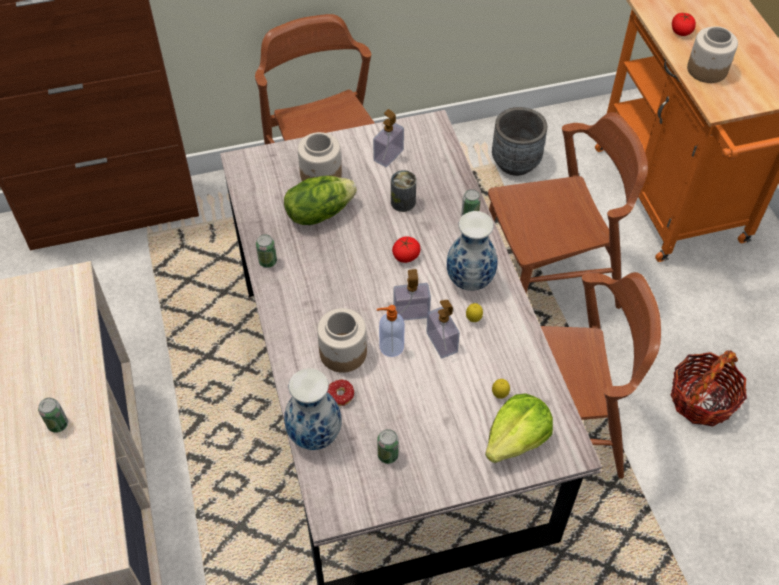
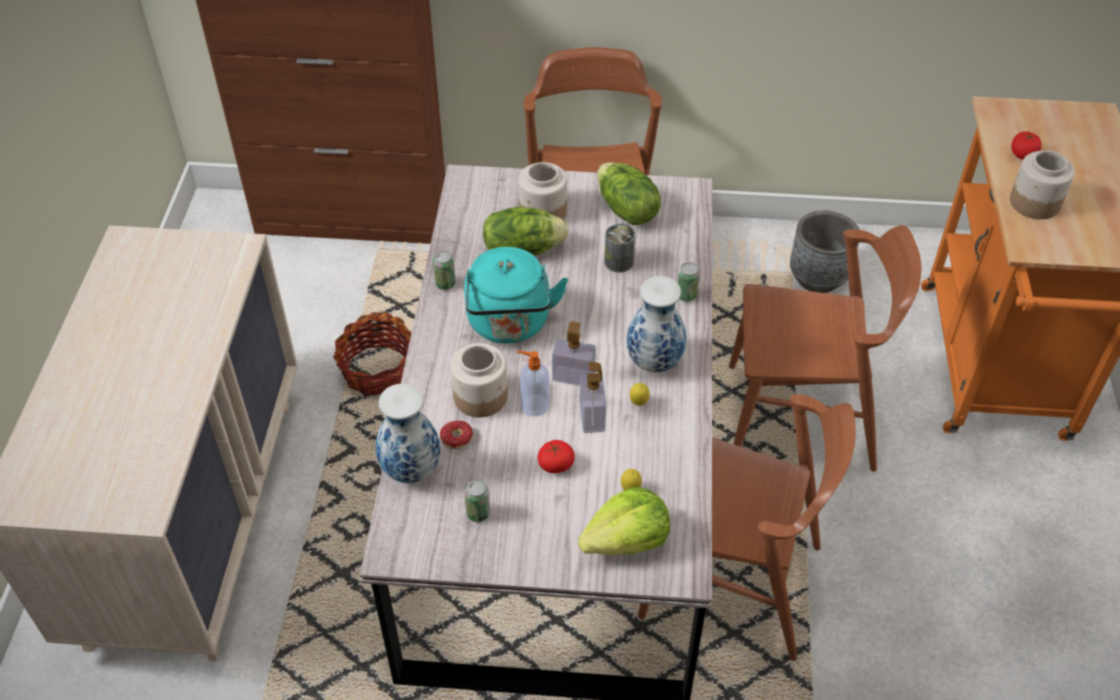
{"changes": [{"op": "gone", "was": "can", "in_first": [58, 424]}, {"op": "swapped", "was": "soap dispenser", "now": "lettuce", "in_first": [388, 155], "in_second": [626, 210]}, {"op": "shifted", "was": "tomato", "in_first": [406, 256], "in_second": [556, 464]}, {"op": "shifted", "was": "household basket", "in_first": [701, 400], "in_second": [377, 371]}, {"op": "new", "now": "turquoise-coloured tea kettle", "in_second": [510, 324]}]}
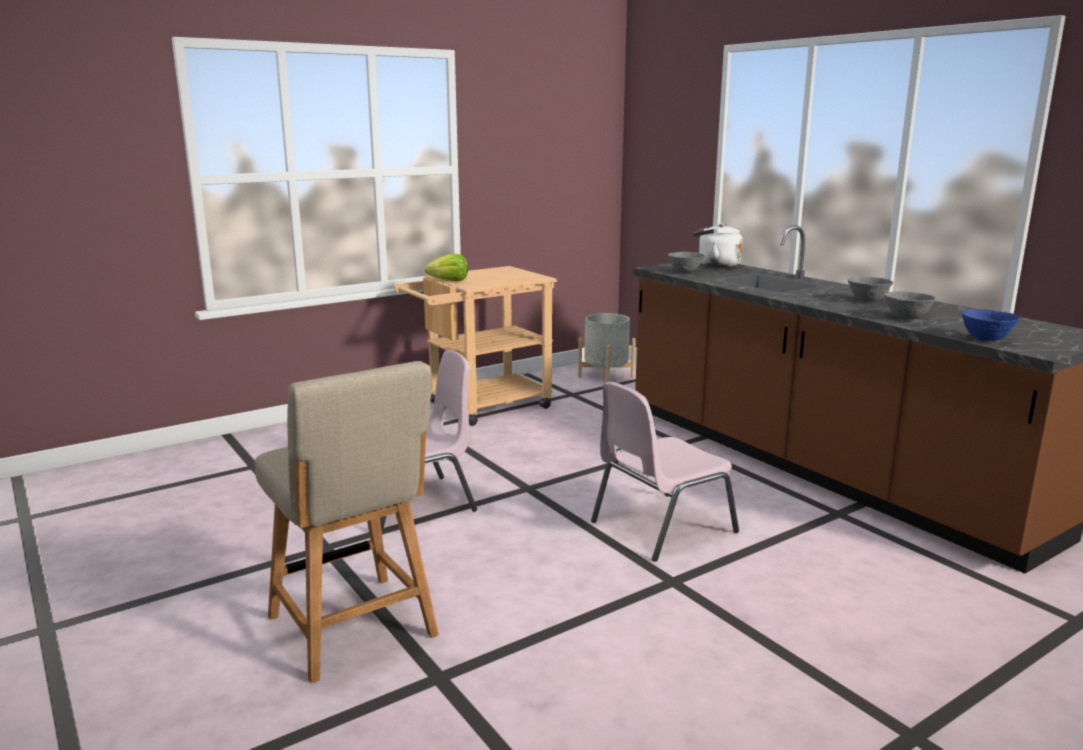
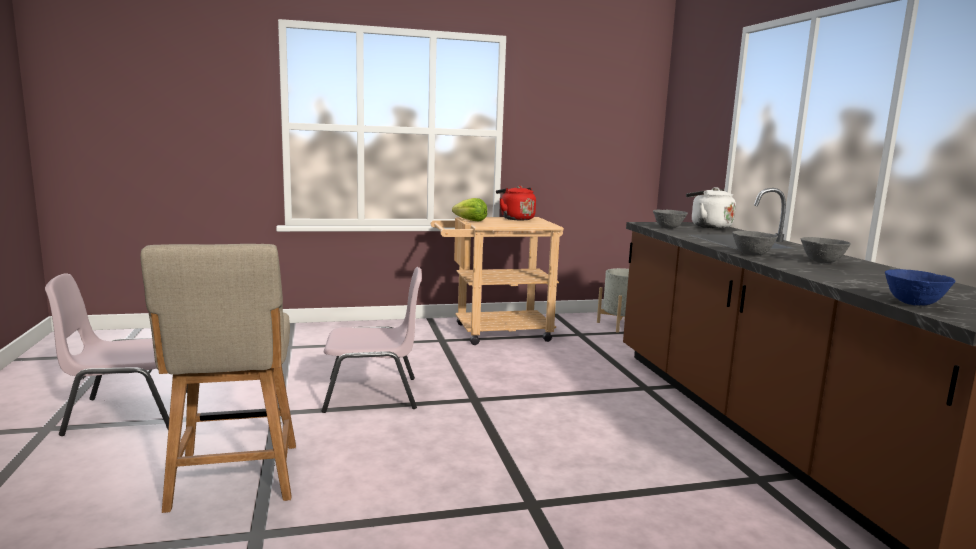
{"changes": [{"op": "shifted", "was": "pink chair", "in_first": [660, 527], "in_second": [127, 413]}, {"op": "shifted", "was": "grey bowl", "in_first": [906, 318], "in_second": [752, 254]}, {"op": "new", "now": "reddish tea kettle", "in_second": [515, 218]}]}
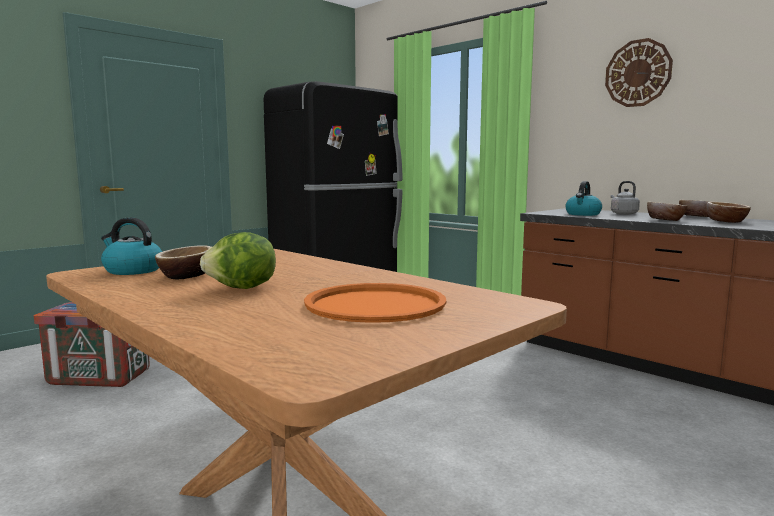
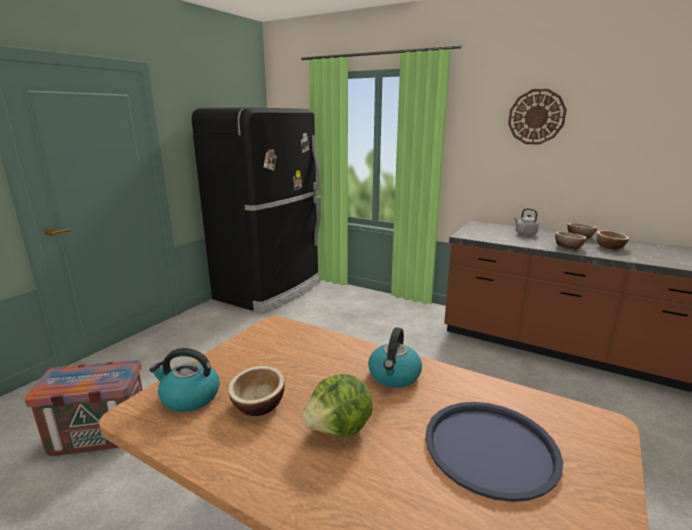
{"changes": [{"op": "repainted", "was": "orangey serving tray", "now": "blue serving tray", "in_first": [375, 304], "in_second": [490, 448]}, {"op": "shifted", "was": "tea kettle", "in_first": [583, 214], "in_second": [394, 376]}]}
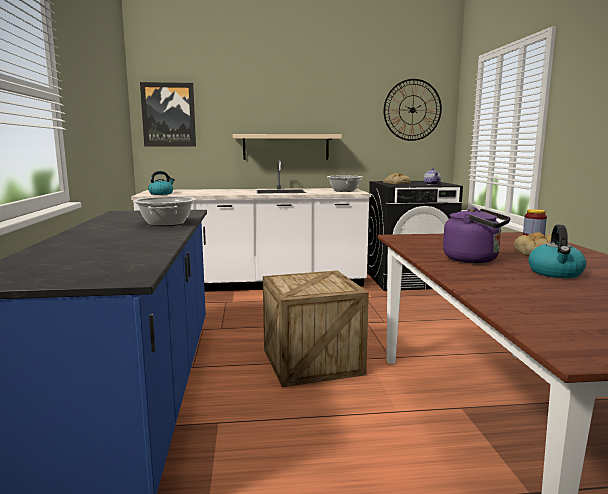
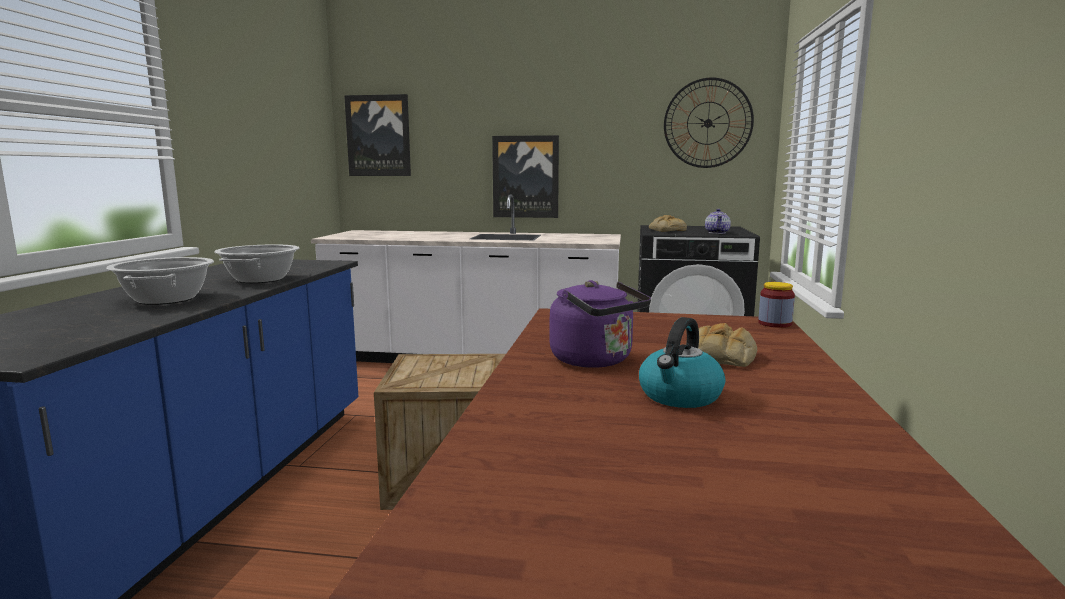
{"changes": [{"op": "gone", "was": "tea kettle", "in_first": [161, 194]}, {"op": "swapped", "was": "beige bracket shelf", "now": "wall art", "in_first": [286, 147], "in_second": [525, 177]}, {"op": "shifted", "was": "saucepot", "in_first": [344, 191], "in_second": [166, 299]}]}
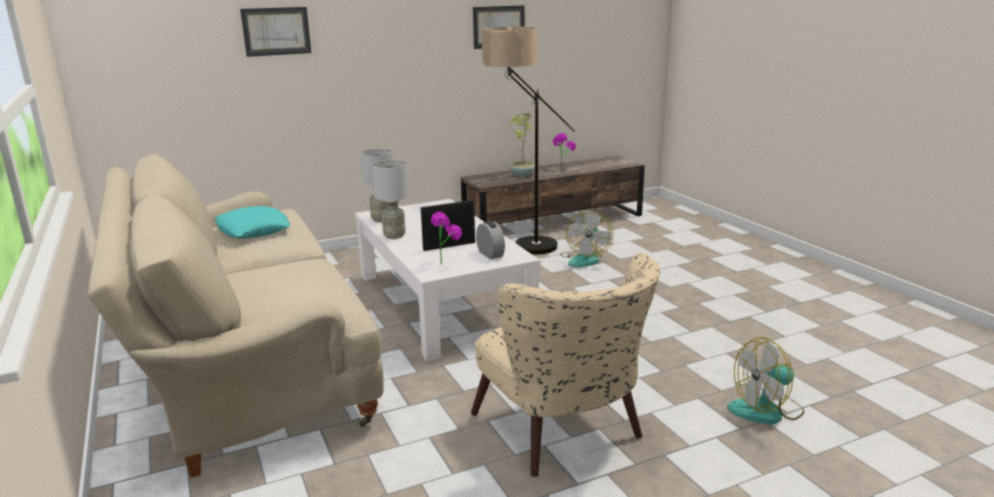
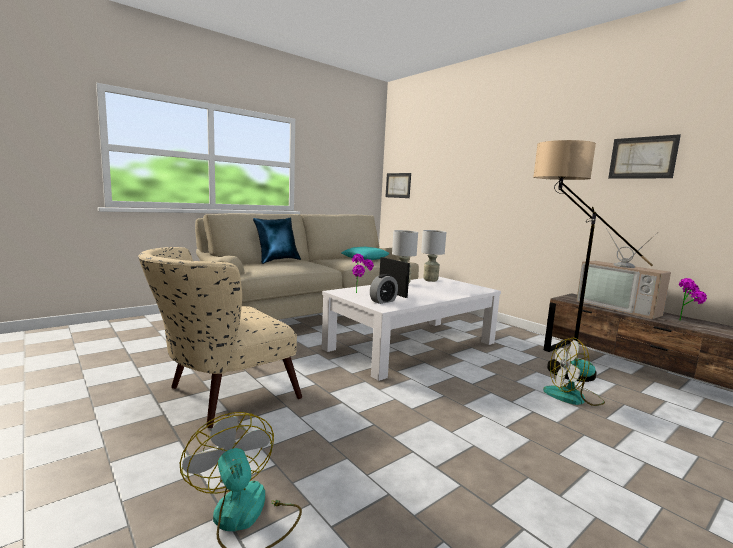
{"changes": [{"op": "shifted", "was": "wall art", "in_first": [276, 31], "in_second": [398, 185]}, {"op": "swapped", "was": "plant in a pot", "now": "television", "in_first": [521, 175], "in_second": [620, 308]}, {"op": "new", "now": "blue throw pillow", "in_second": [277, 260]}]}
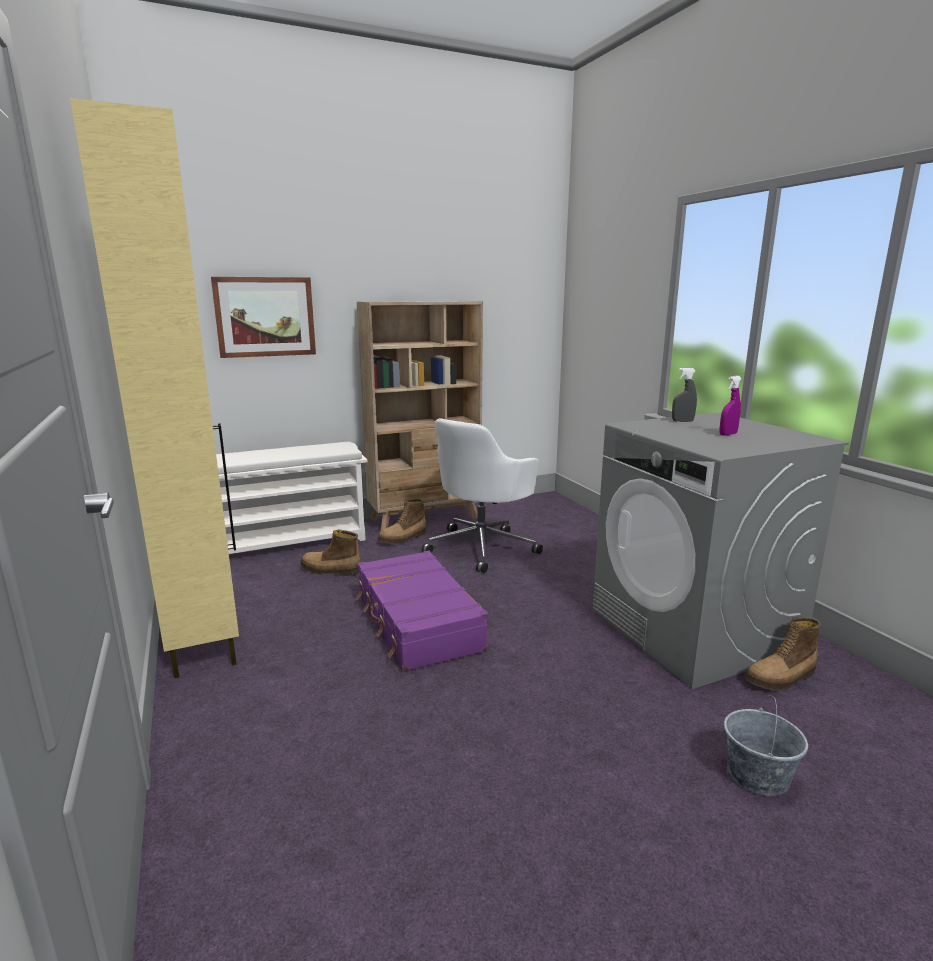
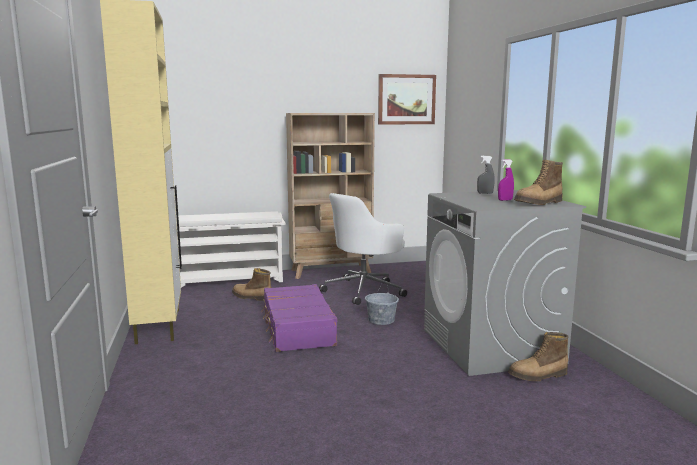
{"changes": [{"op": "shifted", "was": "wall art", "in_first": [265, 317], "in_second": [406, 99]}, {"op": "shifted", "was": "boot", "in_first": [403, 538], "in_second": [539, 203]}, {"op": "shifted", "was": "grey bucket", "in_first": [757, 774], "in_second": [381, 320]}]}
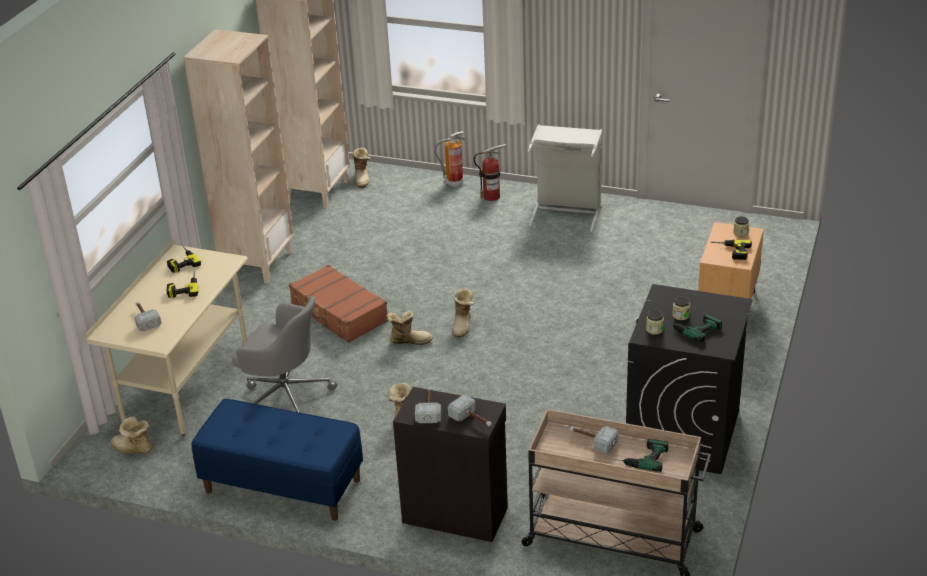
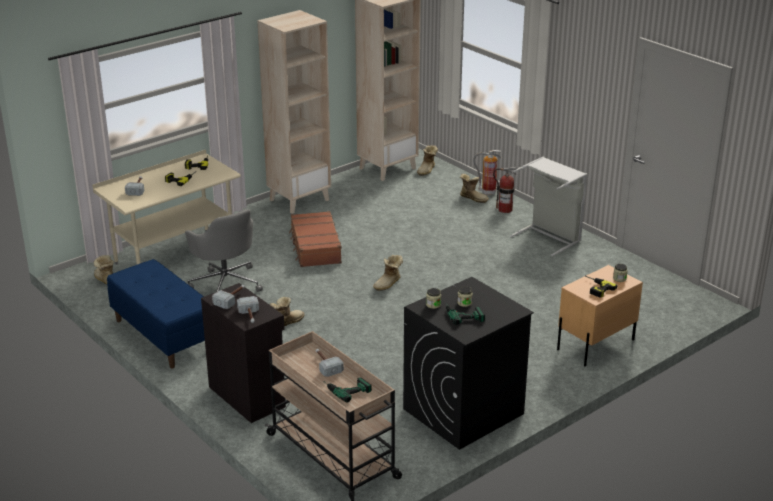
{"changes": [{"op": "shifted", "was": "boot", "in_first": [409, 340], "in_second": [473, 198]}]}
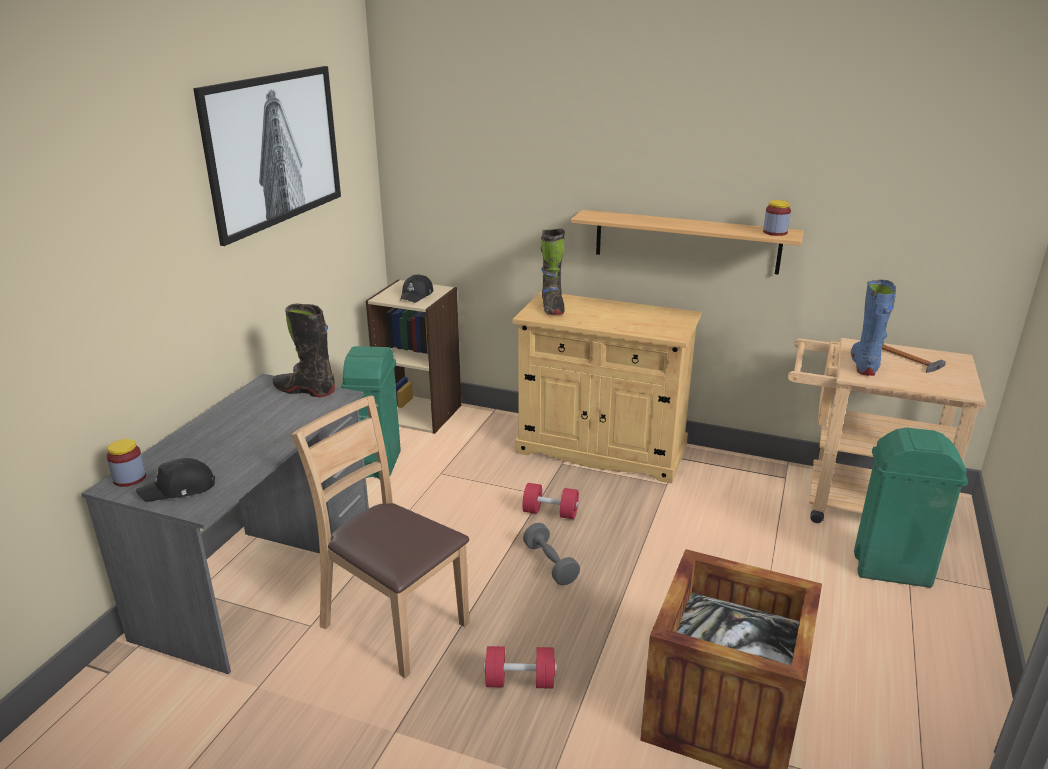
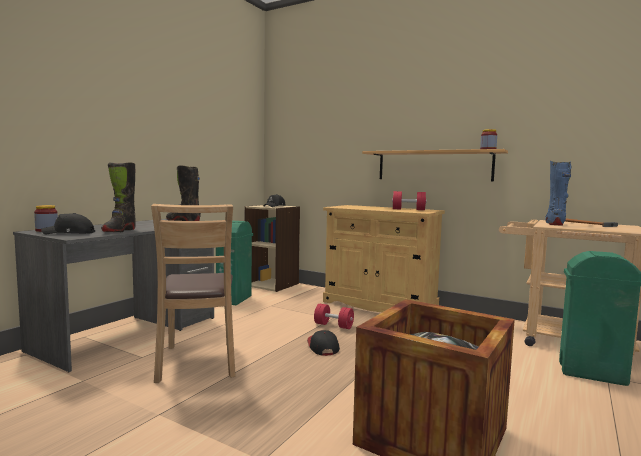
{"changes": [{"op": "gone", "was": "wall art", "in_first": [275, 149]}, {"op": "rotated", "was": "brown chair", "in_first": [394, 623], "in_second": [198, 361], "clockwise": -150}, {"op": "shifted", "was": "reddish hand weight", "in_first": [520, 681], "in_second": [408, 209]}, {"op": "swapped", "was": "grey hand weight", "now": "peaked cap", "in_first": [550, 564], "in_second": [322, 346]}, {"op": "shifted", "was": "blackish boot", "in_first": [552, 308], "in_second": [119, 231]}]}
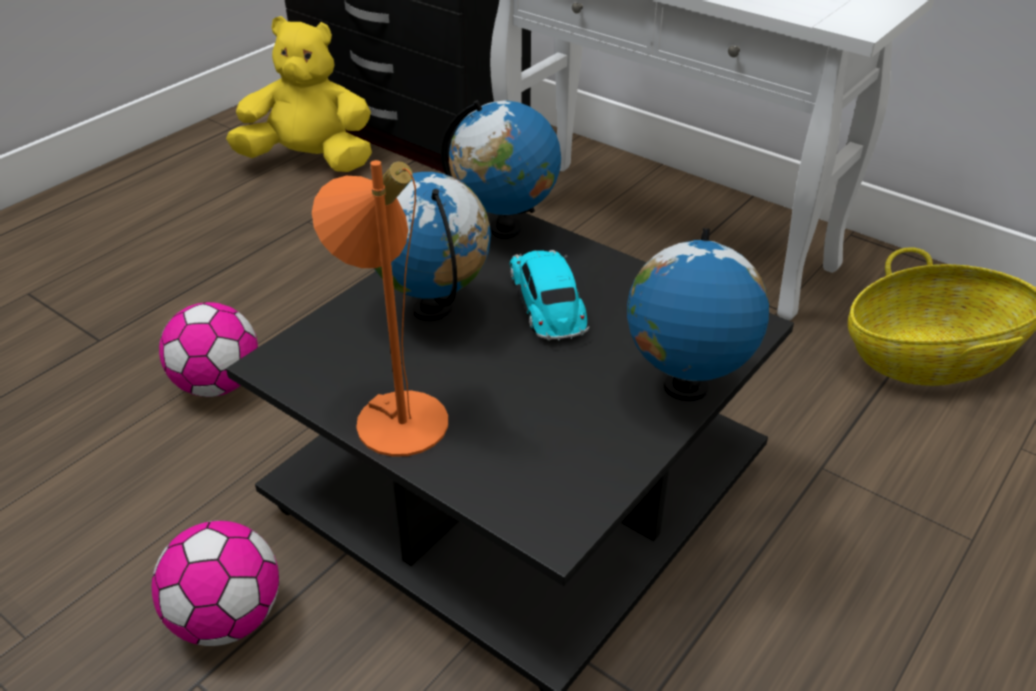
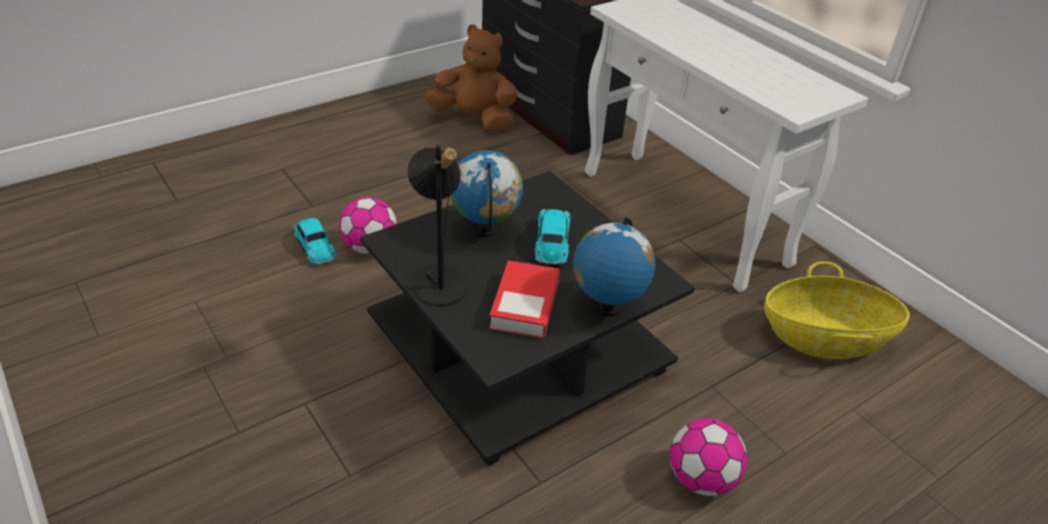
{"changes": [{"op": "shifted", "was": "football ball", "in_first": [227, 618], "in_second": [701, 479]}, {"op": "repainted", "was": "yellow plush toy", "now": "brown plush toy", "in_first": [310, 161], "in_second": [474, 119]}, {"op": "repainted", "was": "orangey lamp for a table", "now": "blackish lamp for a table", "in_first": [395, 411], "in_second": [439, 281]}, {"op": "gone", "was": "globe", "in_first": [505, 229]}, {"op": "new", "now": "miniature car", "in_second": [314, 245]}, {"op": "new", "now": "book", "in_second": [525, 305]}]}
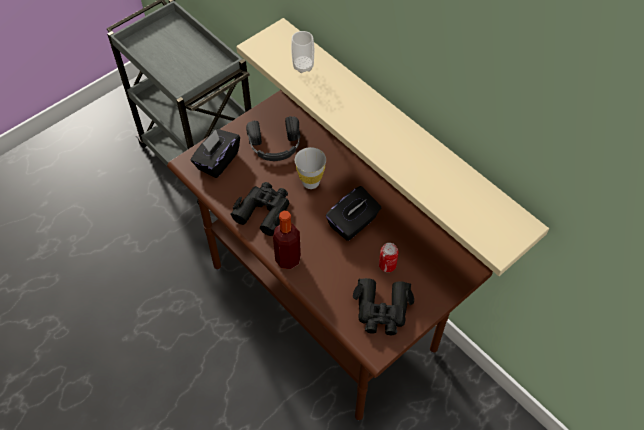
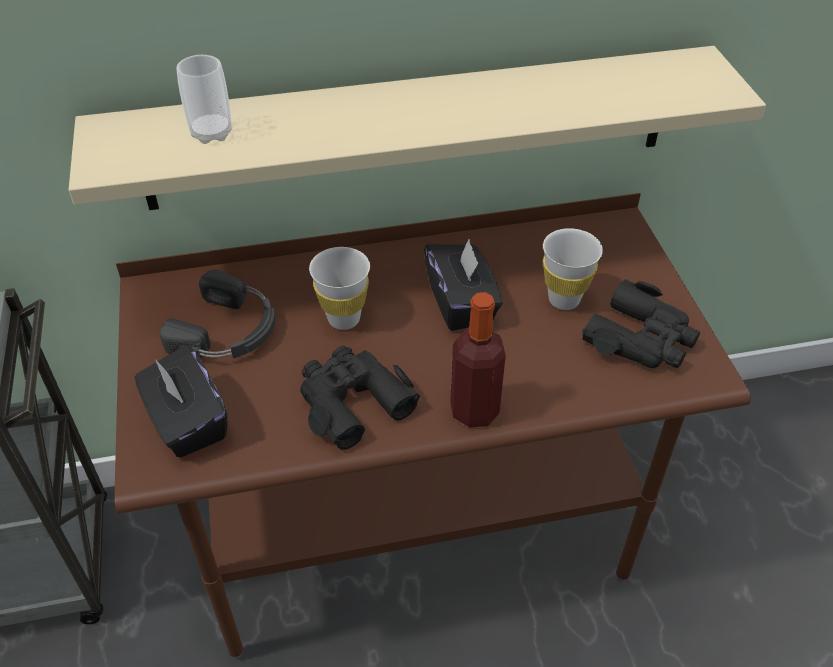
{"changes": [{"op": "swapped", "was": "can", "now": "white-coloured drinking cup", "in_first": [387, 265], "in_second": [564, 300]}]}
